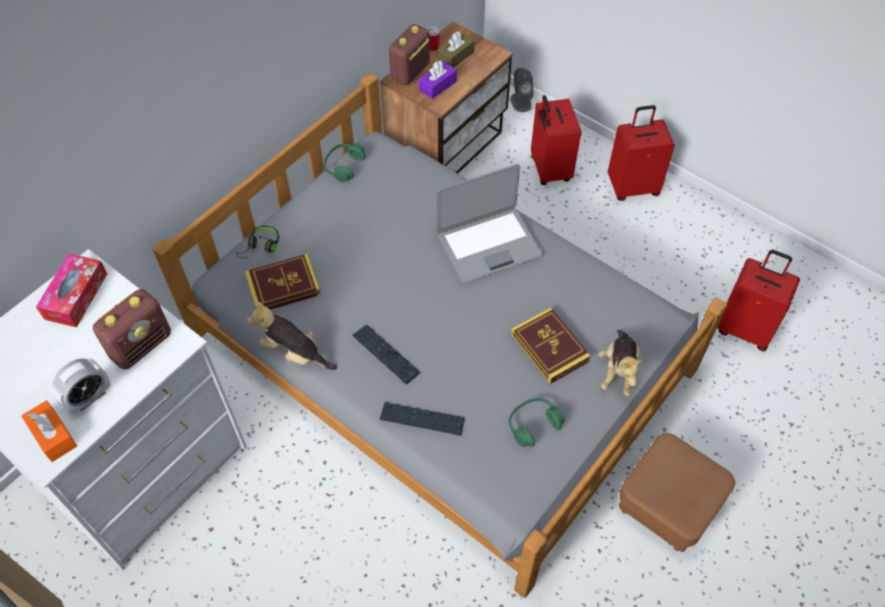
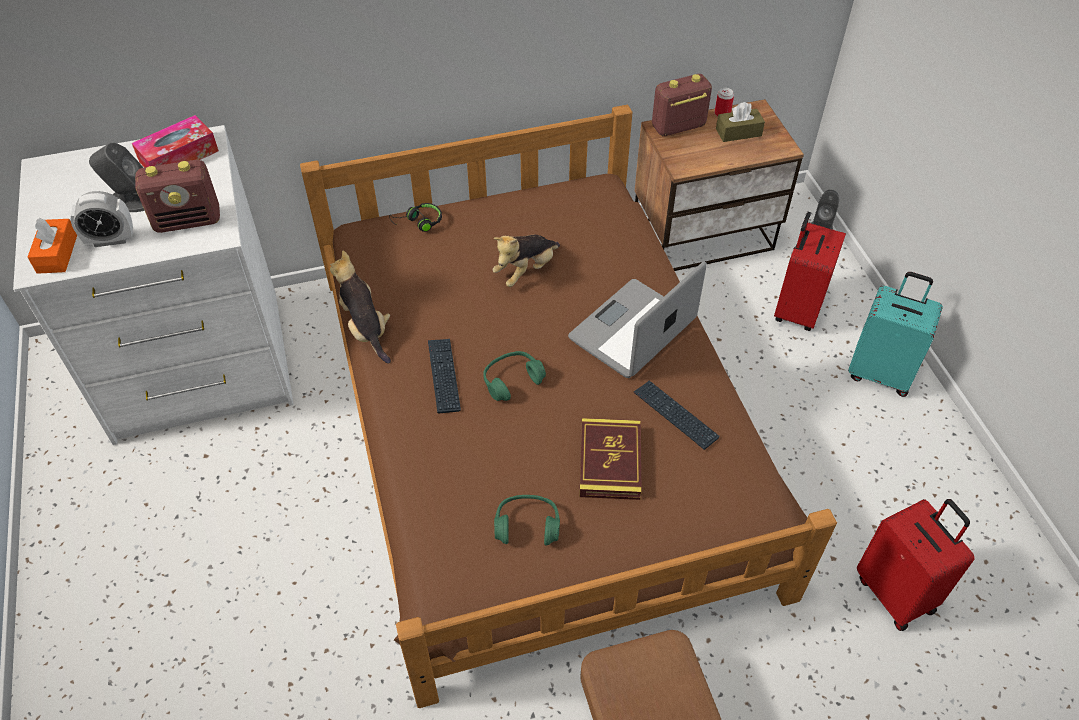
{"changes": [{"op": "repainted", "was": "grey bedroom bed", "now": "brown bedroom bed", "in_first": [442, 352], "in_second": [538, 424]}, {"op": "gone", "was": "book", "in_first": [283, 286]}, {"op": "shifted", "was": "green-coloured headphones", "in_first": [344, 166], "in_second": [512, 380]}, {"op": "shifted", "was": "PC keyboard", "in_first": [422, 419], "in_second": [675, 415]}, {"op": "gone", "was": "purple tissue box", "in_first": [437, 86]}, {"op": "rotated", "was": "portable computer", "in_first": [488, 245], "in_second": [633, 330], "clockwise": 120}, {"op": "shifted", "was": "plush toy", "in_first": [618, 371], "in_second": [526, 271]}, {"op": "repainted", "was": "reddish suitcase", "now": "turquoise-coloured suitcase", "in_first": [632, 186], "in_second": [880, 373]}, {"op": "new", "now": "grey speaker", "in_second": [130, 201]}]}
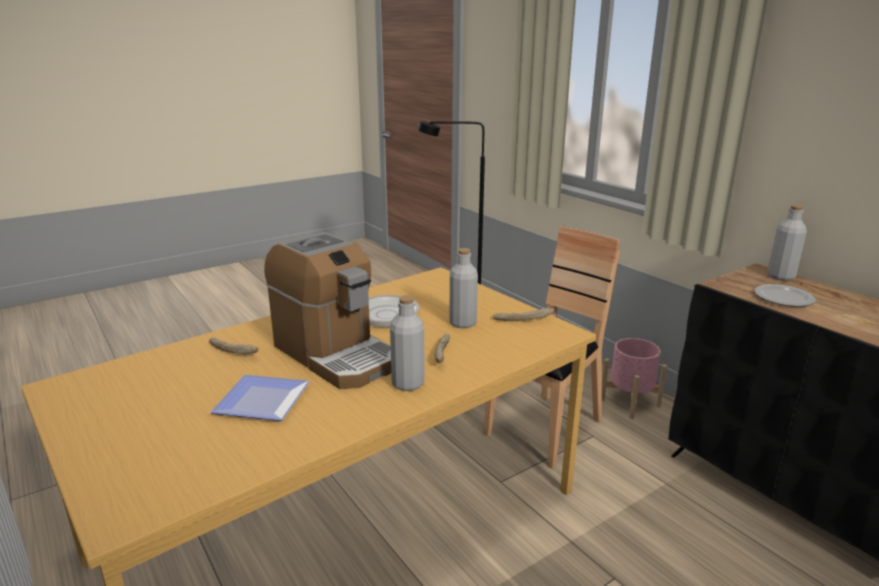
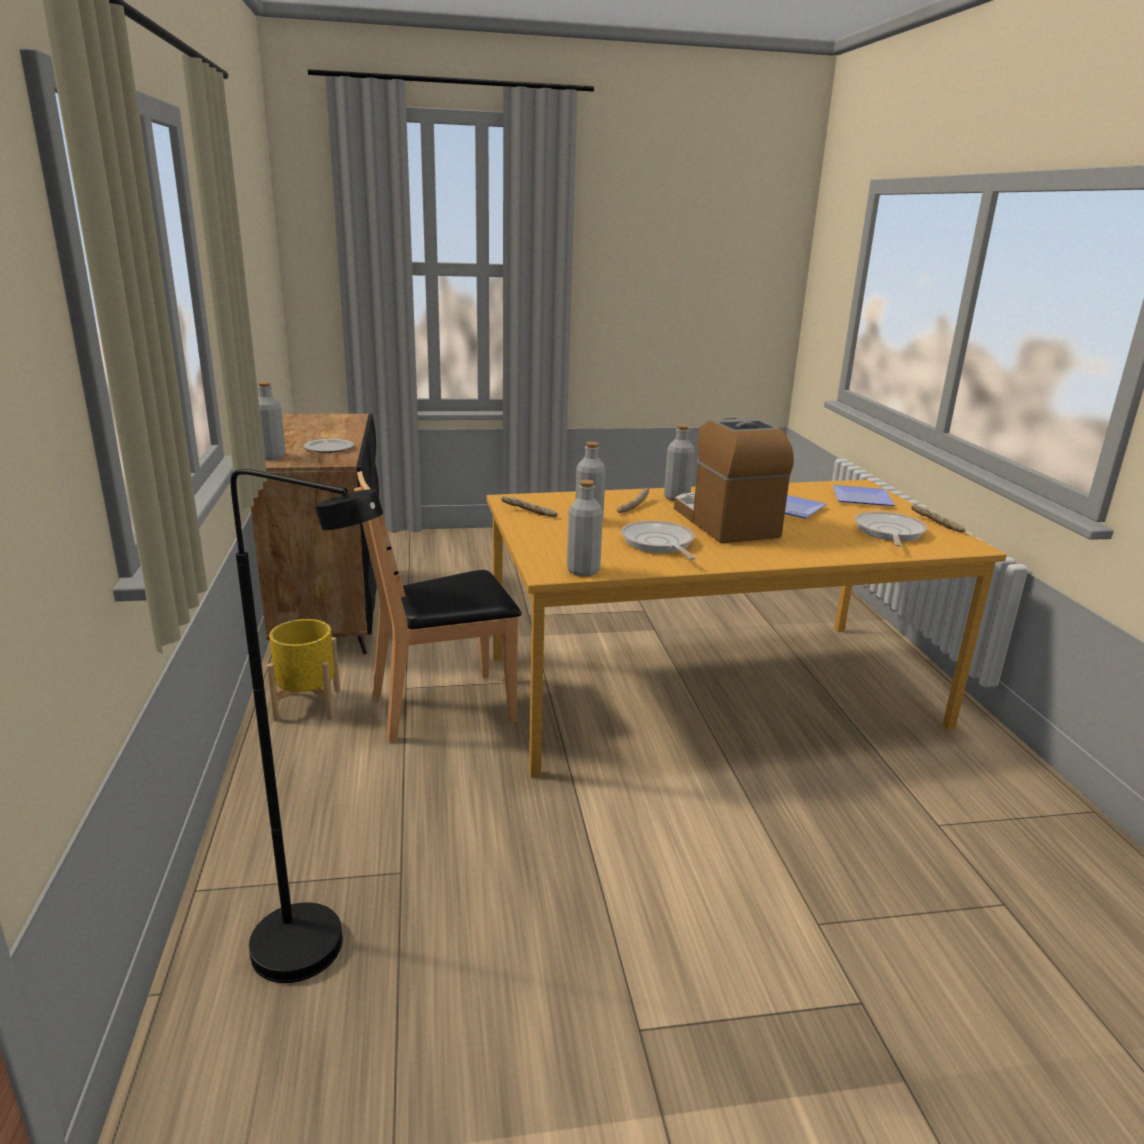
{"changes": [{"op": "shifted", "was": "bakery bread", "in_first": [234, 351], "in_second": [936, 524]}, {"op": "repainted", "was": "pink plant pot", "now": "yellow plant pot", "in_first": [630, 402], "in_second": [307, 705]}, {"op": "new", "now": "grey bottle", "in_second": [583, 570]}, {"op": "new", "now": "flat dish", "in_second": [860, 499]}, {"op": "new", "now": "frying pan", "in_second": [888, 533]}]}
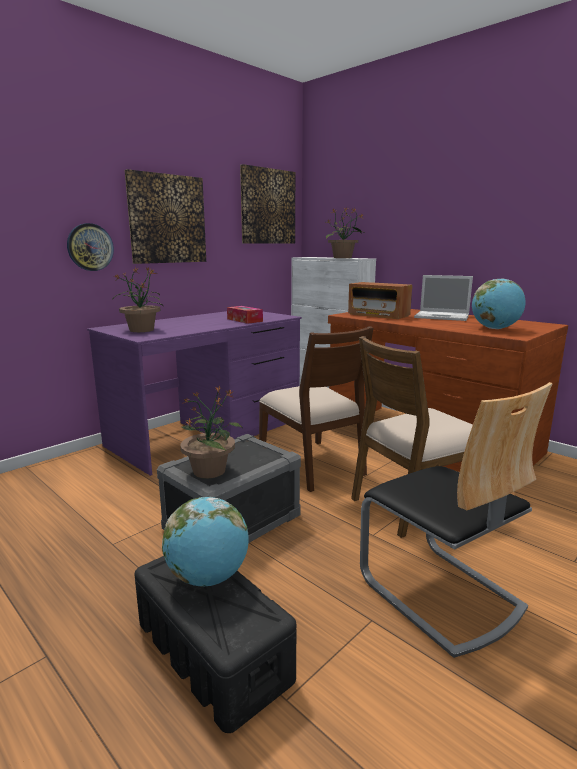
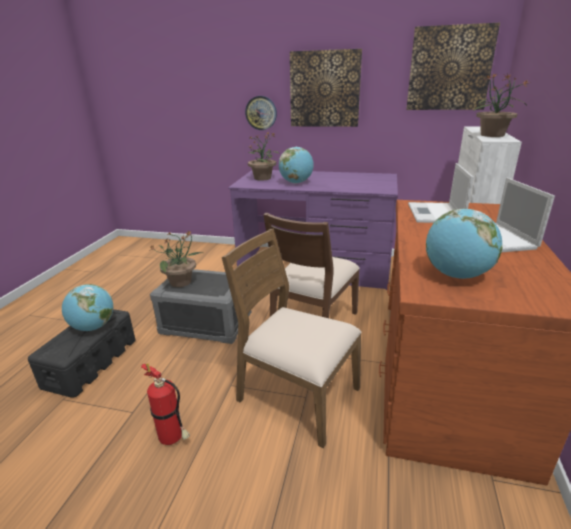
{"changes": [{"op": "gone", "was": "tissue box", "in_first": [244, 320]}, {"op": "swapped", "was": "radio", "now": "portable computer", "in_first": [378, 315], "in_second": [435, 214]}, {"op": "swapped", "was": "chair", "now": "fire extinguisher", "in_first": [440, 593], "in_second": [174, 439]}, {"op": "new", "now": "globe", "in_second": [296, 182]}]}
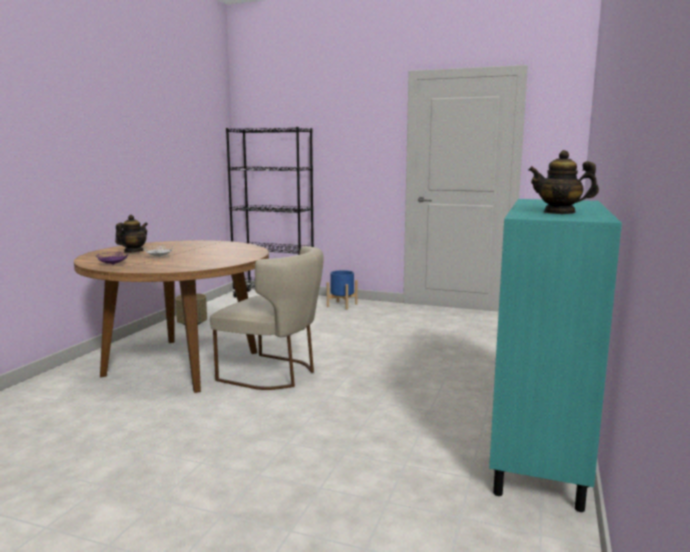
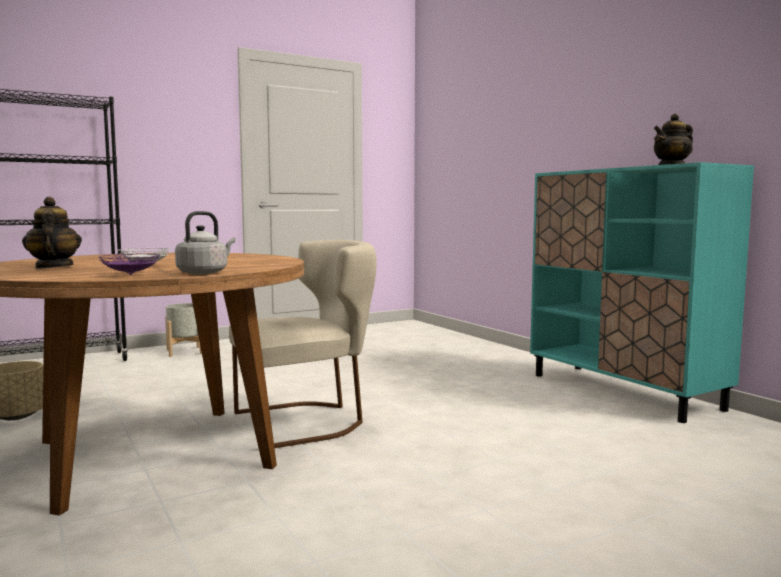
{"changes": [{"op": "repainted", "was": "blue plant pot", "now": "grey plant pot", "in_first": [342, 305], "in_second": [184, 351]}, {"op": "new", "now": "grey tea kettle", "in_second": [204, 273]}]}
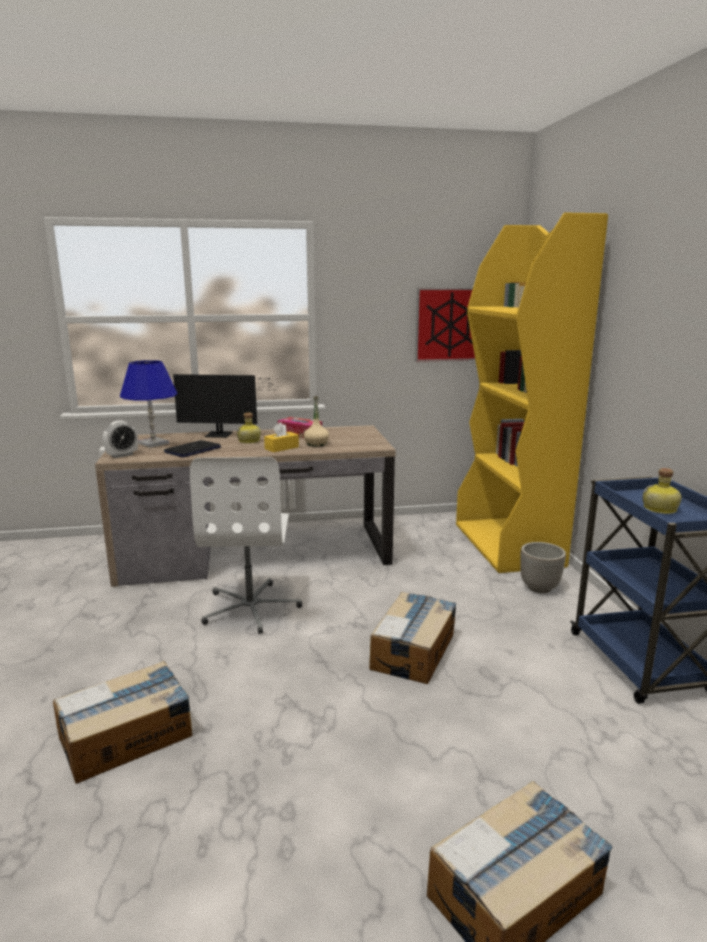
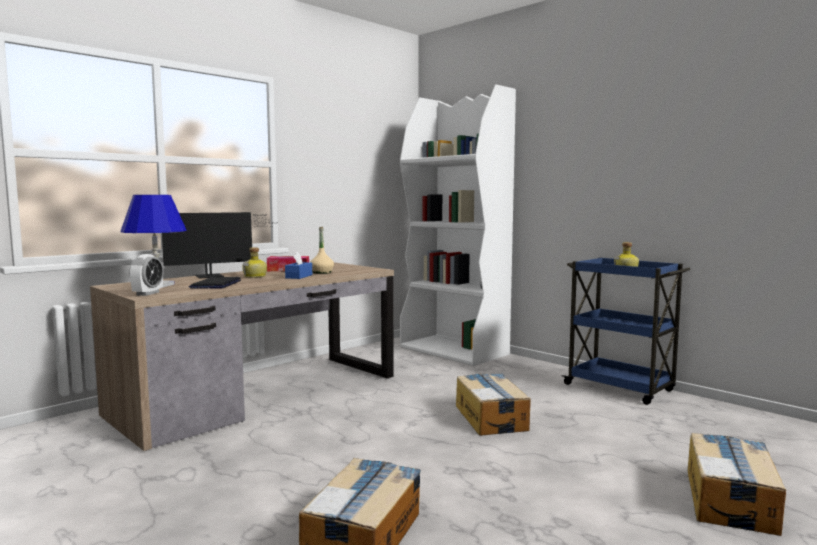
{"changes": [{"op": "gone", "was": "white-coloured office chair", "in_first": [251, 607]}, {"op": "repainted", "was": "yellow tissue box", "now": "blue tissue box", "in_first": [281, 448], "in_second": [299, 276]}, {"op": "gone", "was": "wall art", "in_first": [450, 324]}, {"op": "repainted", "was": "yellow shelving unit", "now": "white-coloured shelving unit", "in_first": [508, 545], "in_second": [454, 351]}, {"op": "gone", "was": "plant pot", "in_first": [540, 588]}]}
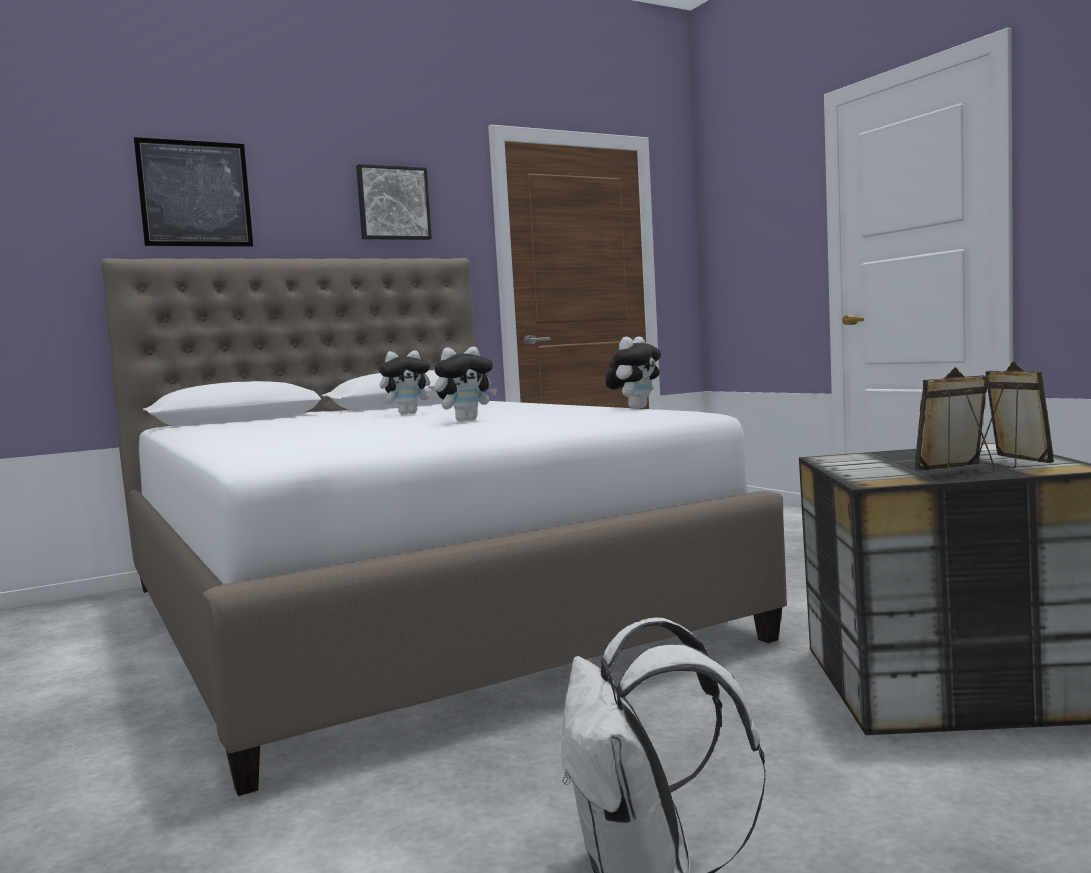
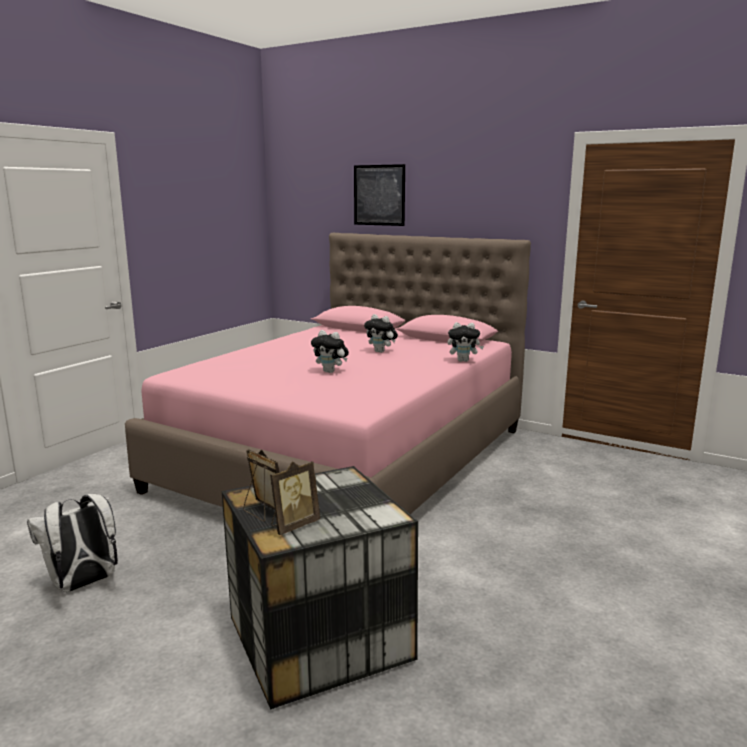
{"changes": [{"op": "repainted", "was": "white-coloured bedroom bed", "now": "pink bedroom bed", "in_first": [408, 610], "in_second": [348, 458]}, {"op": "gone", "was": "wall art", "in_first": [393, 203]}, {"op": "shifted", "was": "plush toy", "in_first": [635, 408], "in_second": [463, 361]}]}
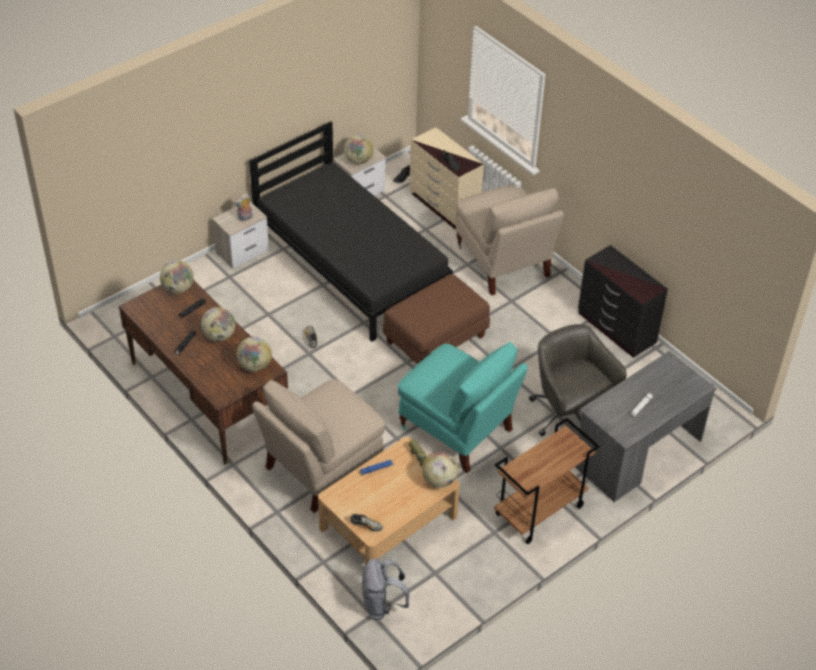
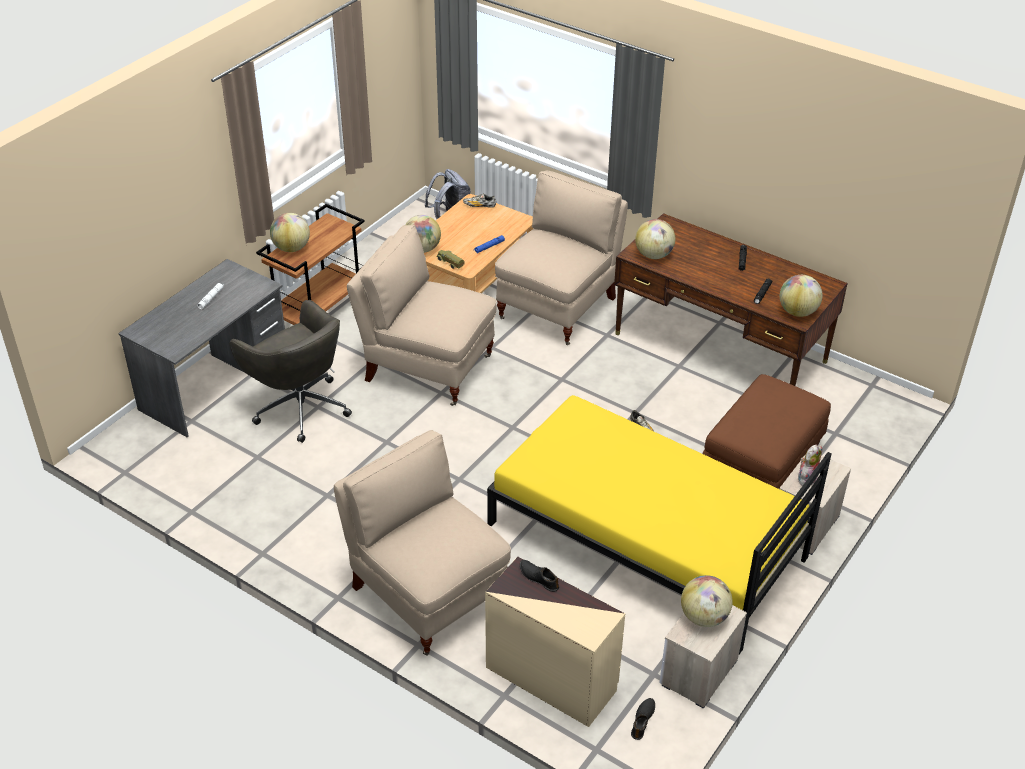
{"changes": [{"op": "shifted", "was": "globe", "in_first": [219, 336], "in_second": [291, 248]}, {"op": "repainted", "was": "blackish bedroom bed", "now": "yellow bedroom bed", "in_first": [351, 264], "in_second": [646, 541]}, {"op": "shifted", "was": "brown footrest", "in_first": [435, 339], "in_second": [762, 464]}, {"op": "repainted", "was": "turquoise-coloured chair", "now": "beige chair", "in_first": [457, 430], "in_second": [427, 367]}, {"op": "gone", "was": "blackish chest of drawers", "in_first": [616, 328]}]}
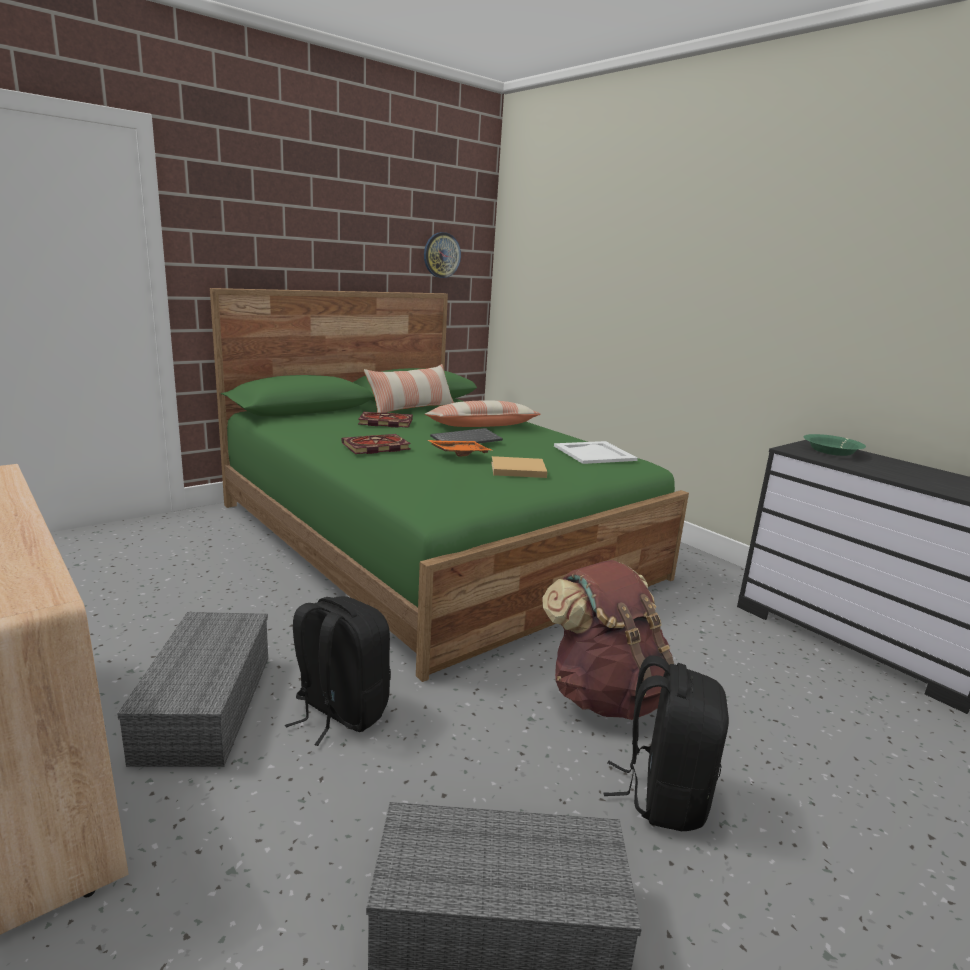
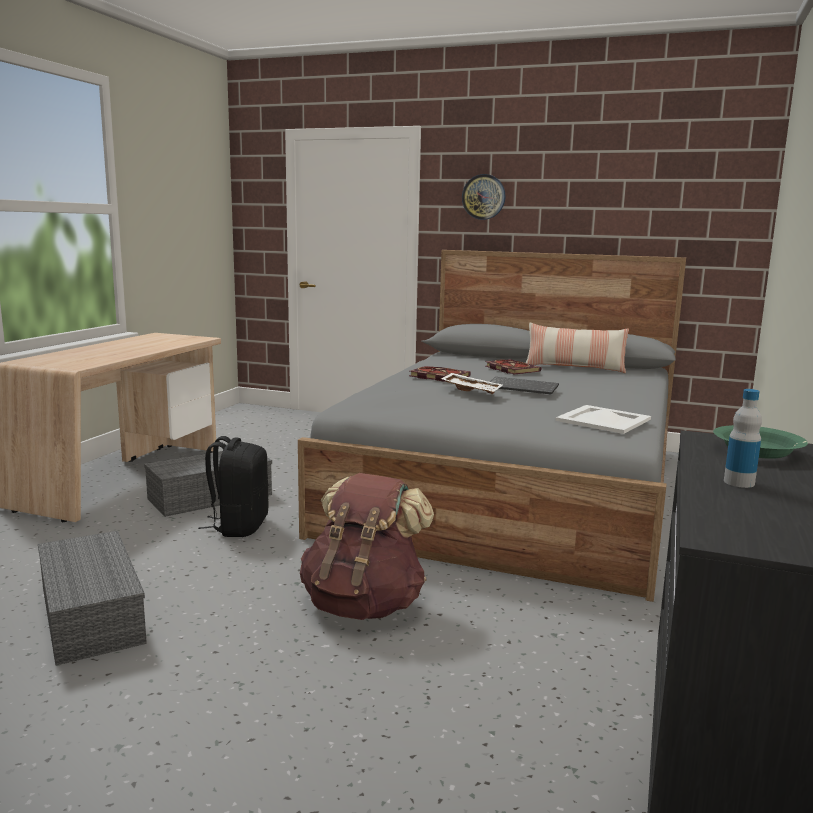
{"changes": [{"op": "repainted", "was": "green-coloured bedroom bed", "now": "grey bedroom bed", "in_first": [432, 539], "in_second": [515, 488]}, {"op": "shifted", "was": "wall clock", "in_first": [441, 255], "in_second": [483, 197]}, {"op": "gone", "was": "throw pillow", "in_first": [481, 426]}, {"op": "repainted", "was": "orangey serving tray", "now": "white-coloured serving tray", "in_first": [459, 453], "in_second": [472, 390]}, {"op": "gone", "was": "beige book", "in_first": [516, 469]}, {"op": "gone", "was": "blackish knapsack", "in_first": [662, 795]}, {"op": "new", "now": "bottle", "in_second": [739, 482]}]}
